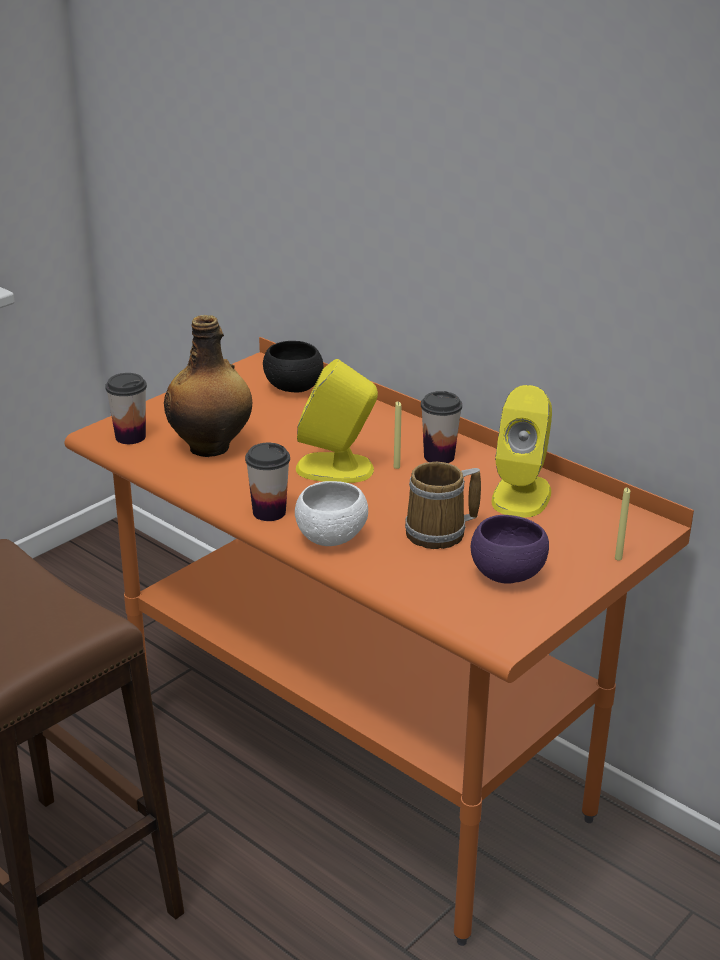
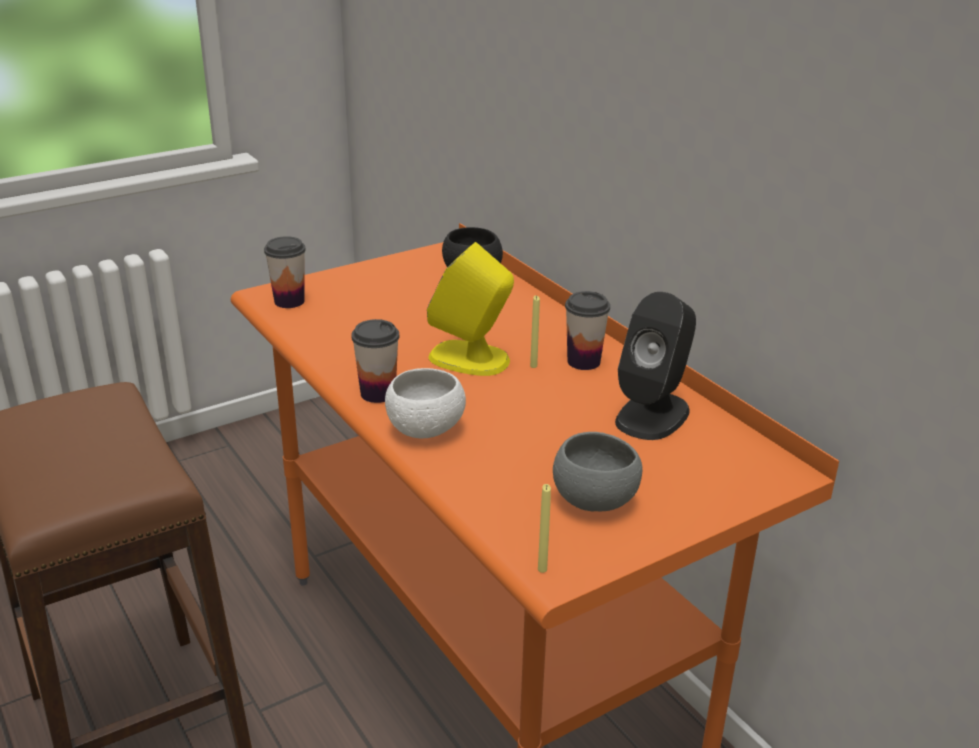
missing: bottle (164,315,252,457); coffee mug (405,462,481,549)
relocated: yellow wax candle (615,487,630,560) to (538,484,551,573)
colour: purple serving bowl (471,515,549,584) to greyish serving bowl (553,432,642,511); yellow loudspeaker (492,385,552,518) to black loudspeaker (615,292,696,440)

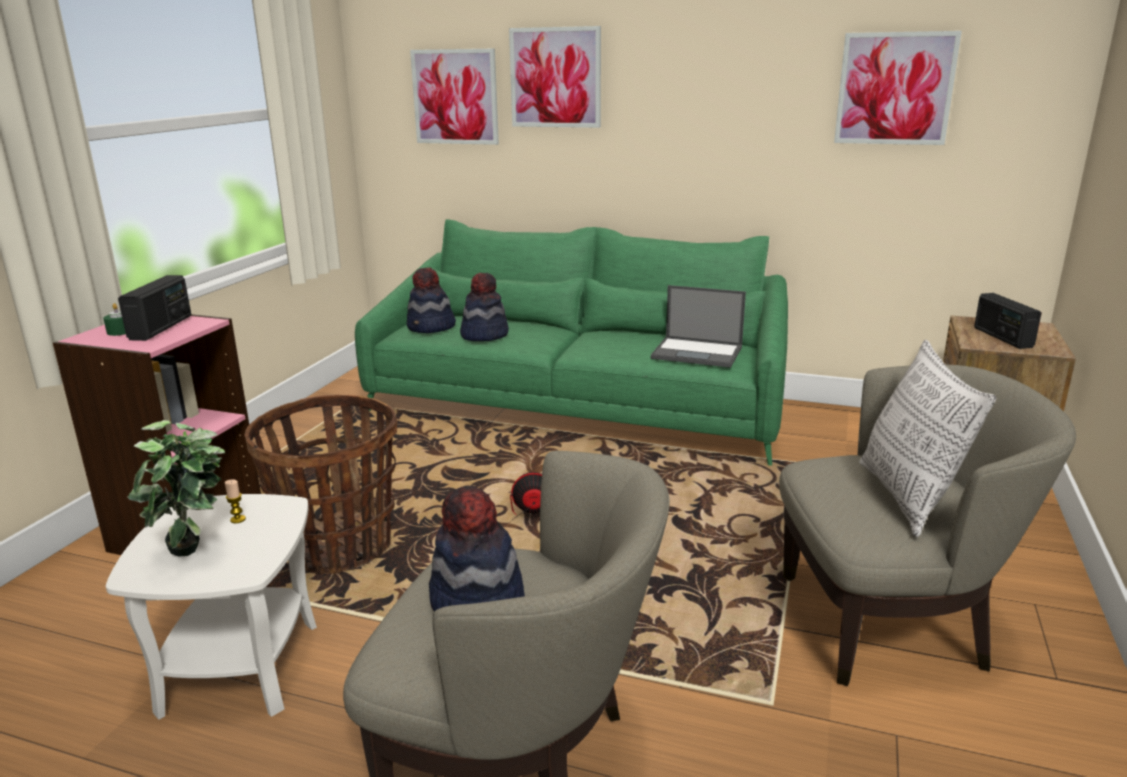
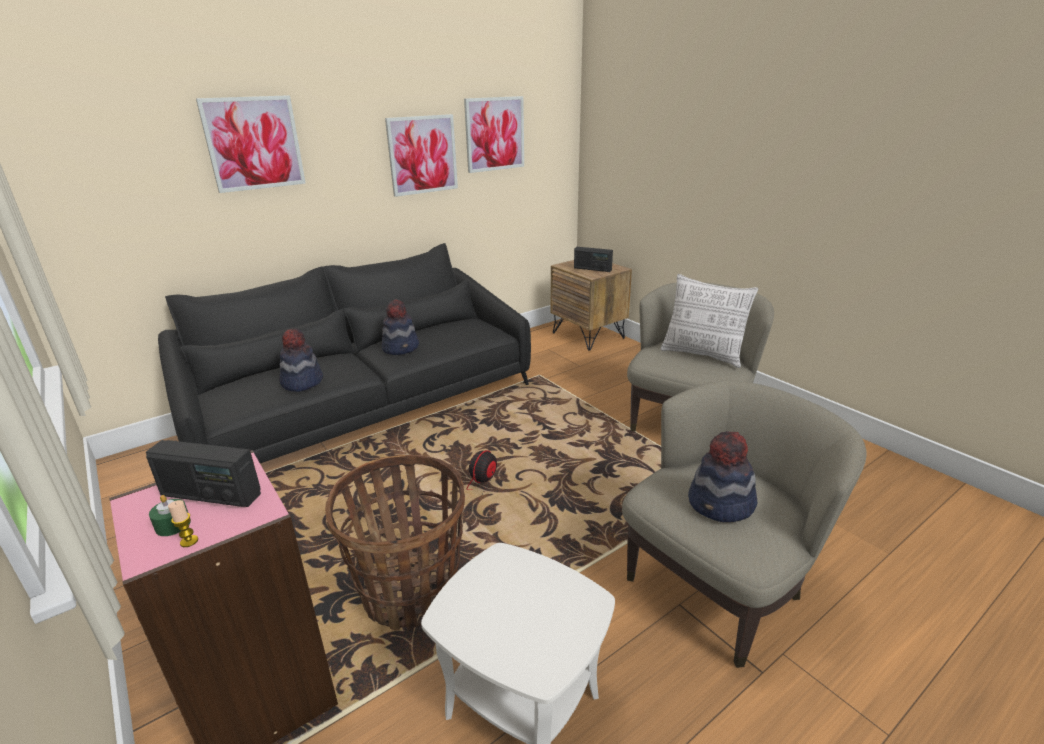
missing: plant in a pot (127,420,225,557); laptop (651,285,746,368)
relocated: wax candle (225,479,246,523) to (168,500,198,547); clothing hat (407,267,456,333) to (382,299,419,355); picture (410,49,499,145) to (385,114,458,197)
colour: greenish settee (355,219,788,466) to black settee (158,243,531,463)
spun: radio (118,275,191,341) = (146,440,261,507) 150 degrees clockwise

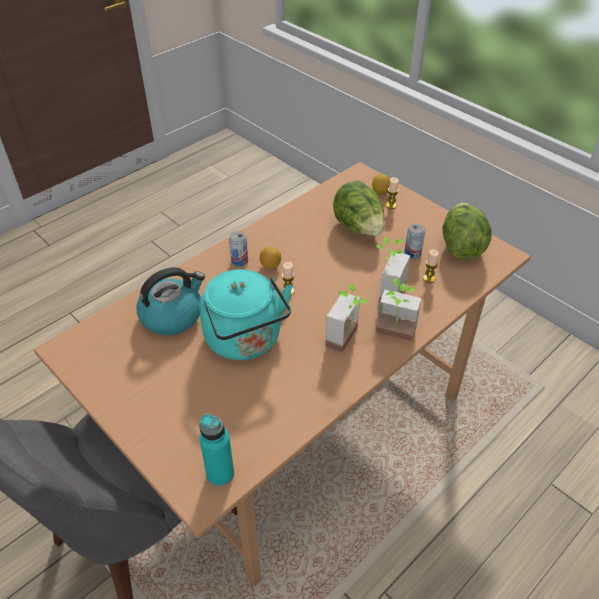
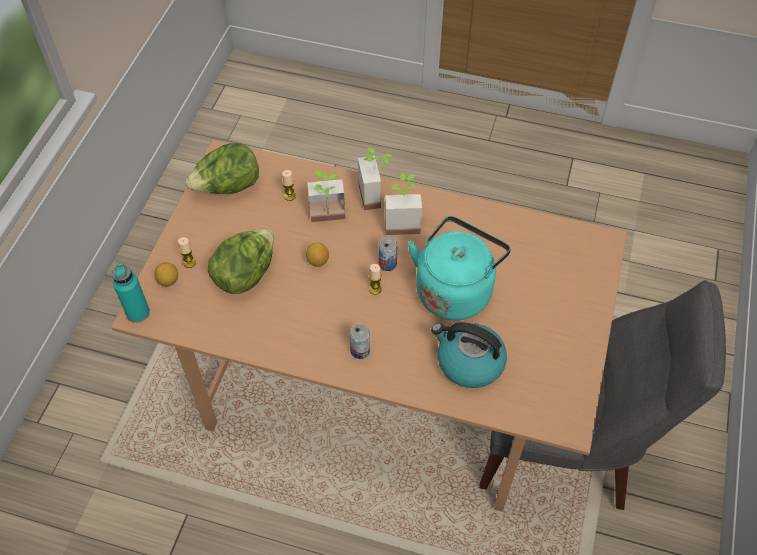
relocated: turquoise-coloured bottle (199,414,234,487) to (112,263,150,323); whole lemon (260,246,281,269) to (306,242,329,267); sealed can (404,224,425,259) to (378,236,397,271)

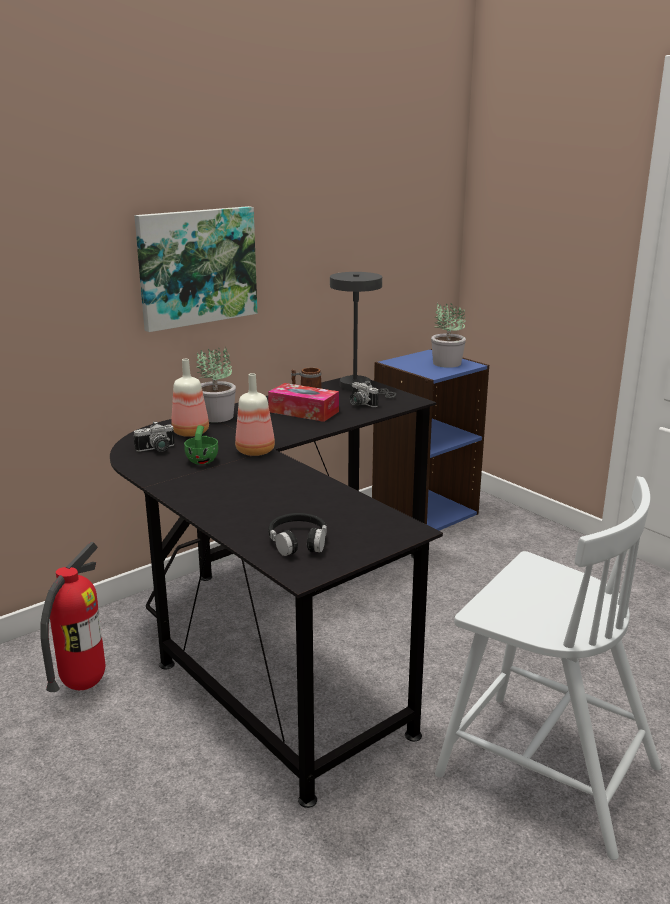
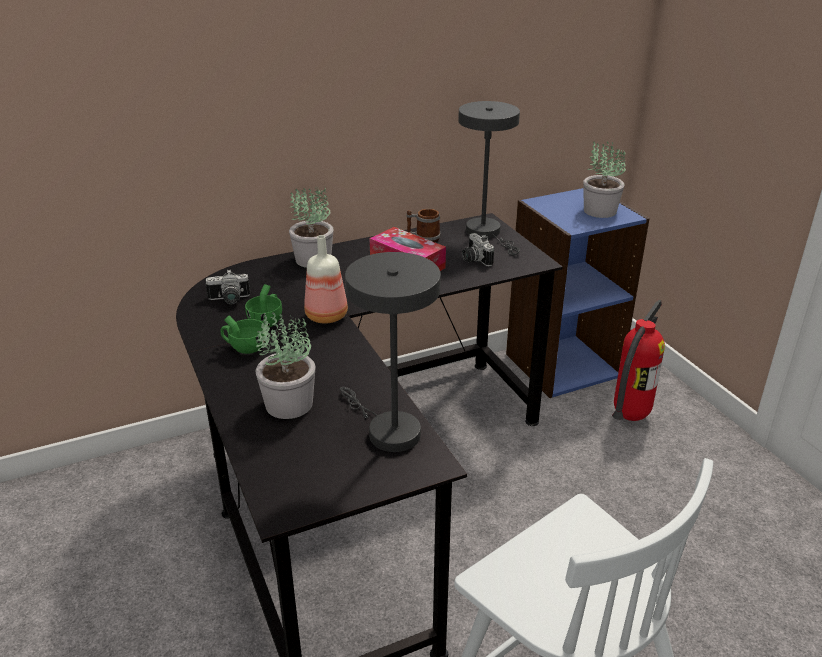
missing: picture (134,206,257,332); bottle (171,359,209,437); black headphones (268,513,327,556)
appeared: greenish small cup (221,315,265,354); plant in a pot (255,312,316,419); greyish table lamp (340,252,441,452)
relocated: extinguisher (40,542,105,692) to (612,300,665,421)

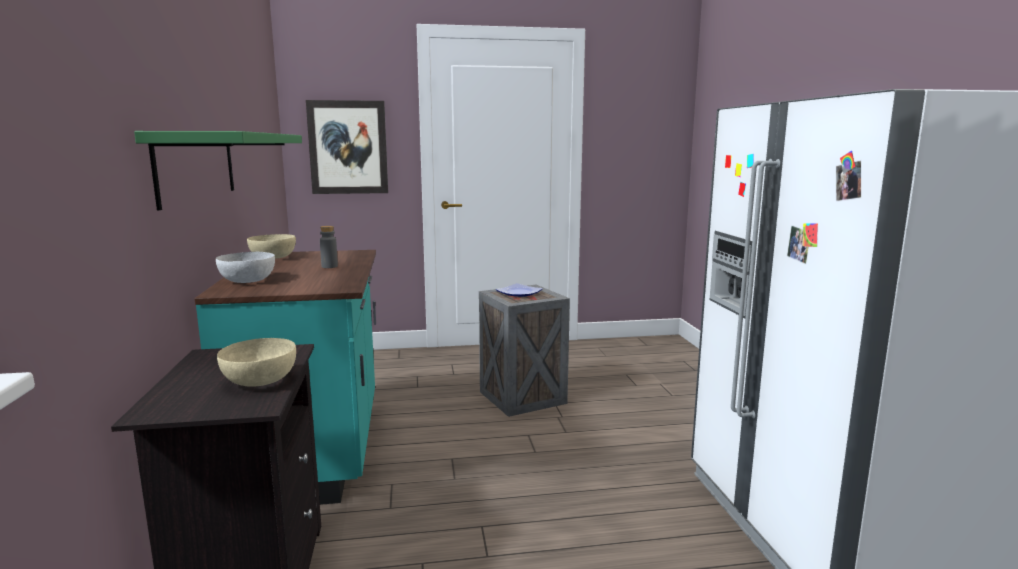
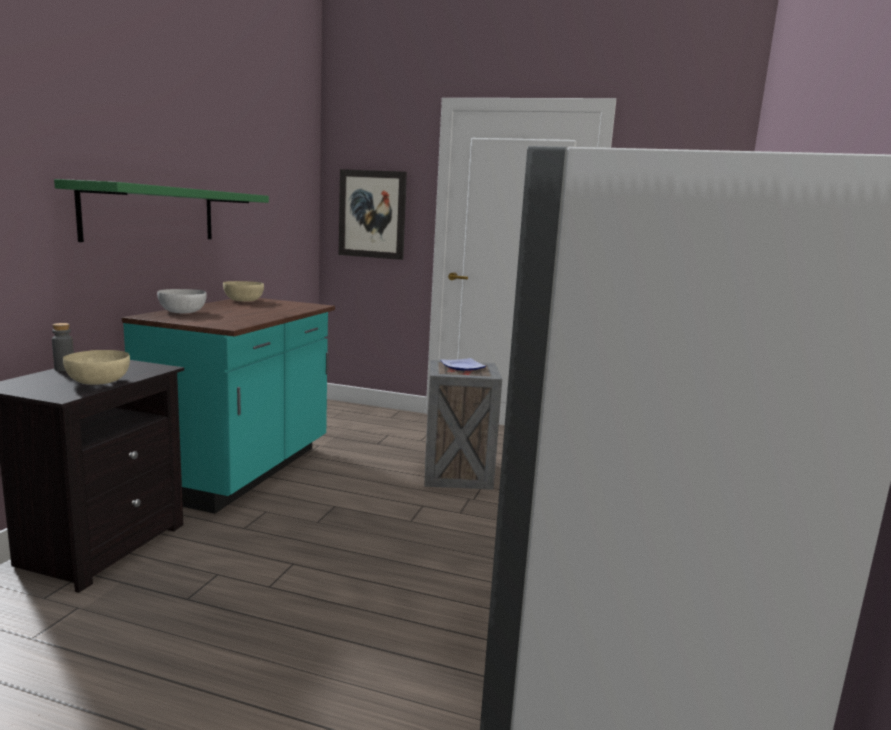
relocated: greyish bottle (320,226,338,268) to (52,323,74,371)

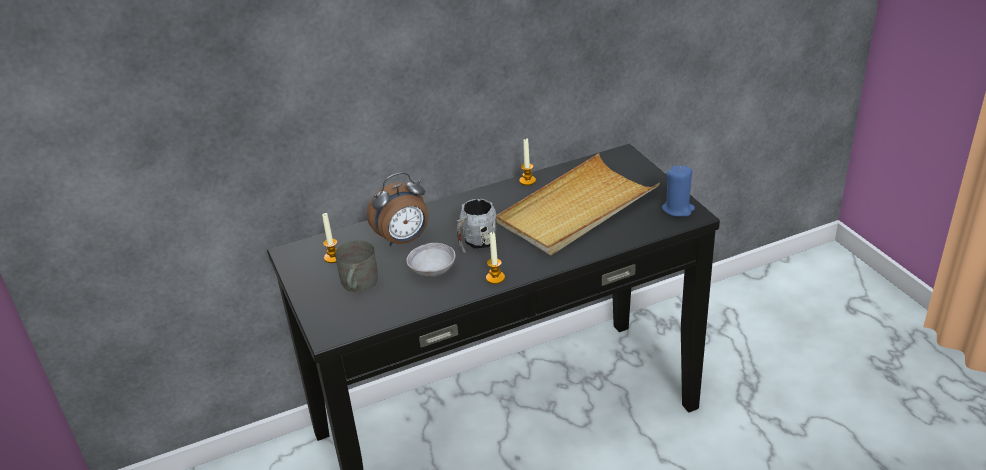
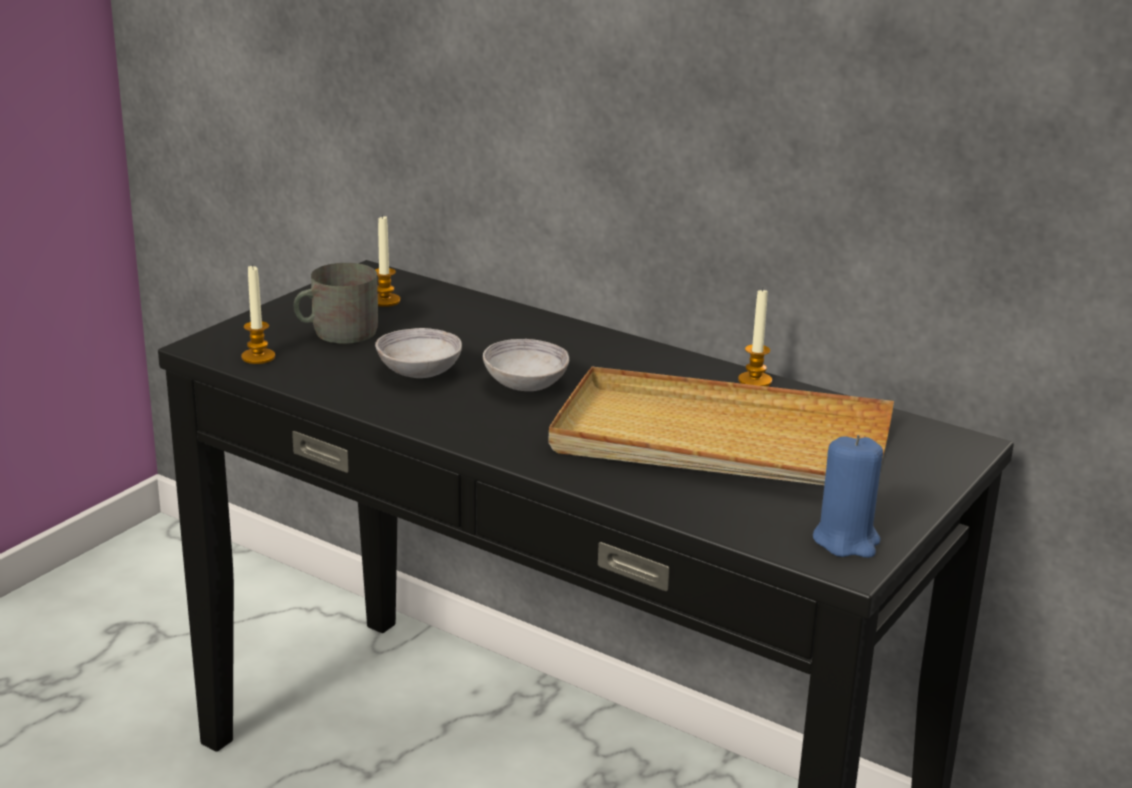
missing: bedside clock (367,172,428,247)
relocated: wax candle (486,232,505,284) to (241,264,275,364)
exchanged: greyish coffee mug (456,199,496,253) to greyish serving bowl (483,339,569,391)

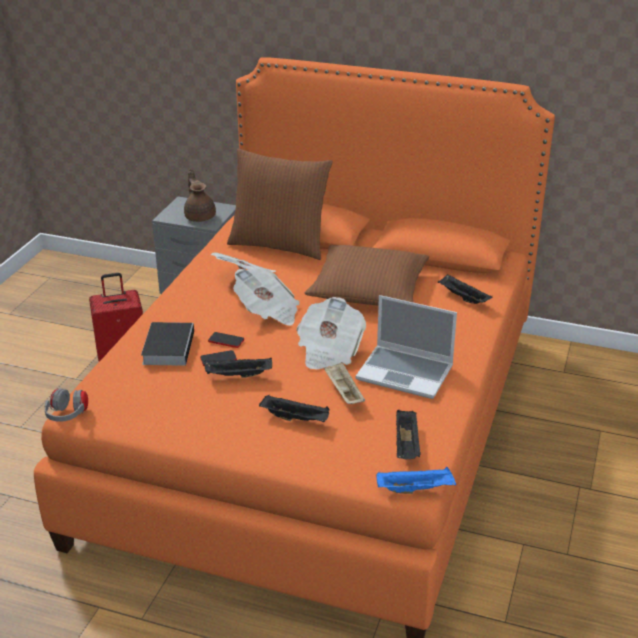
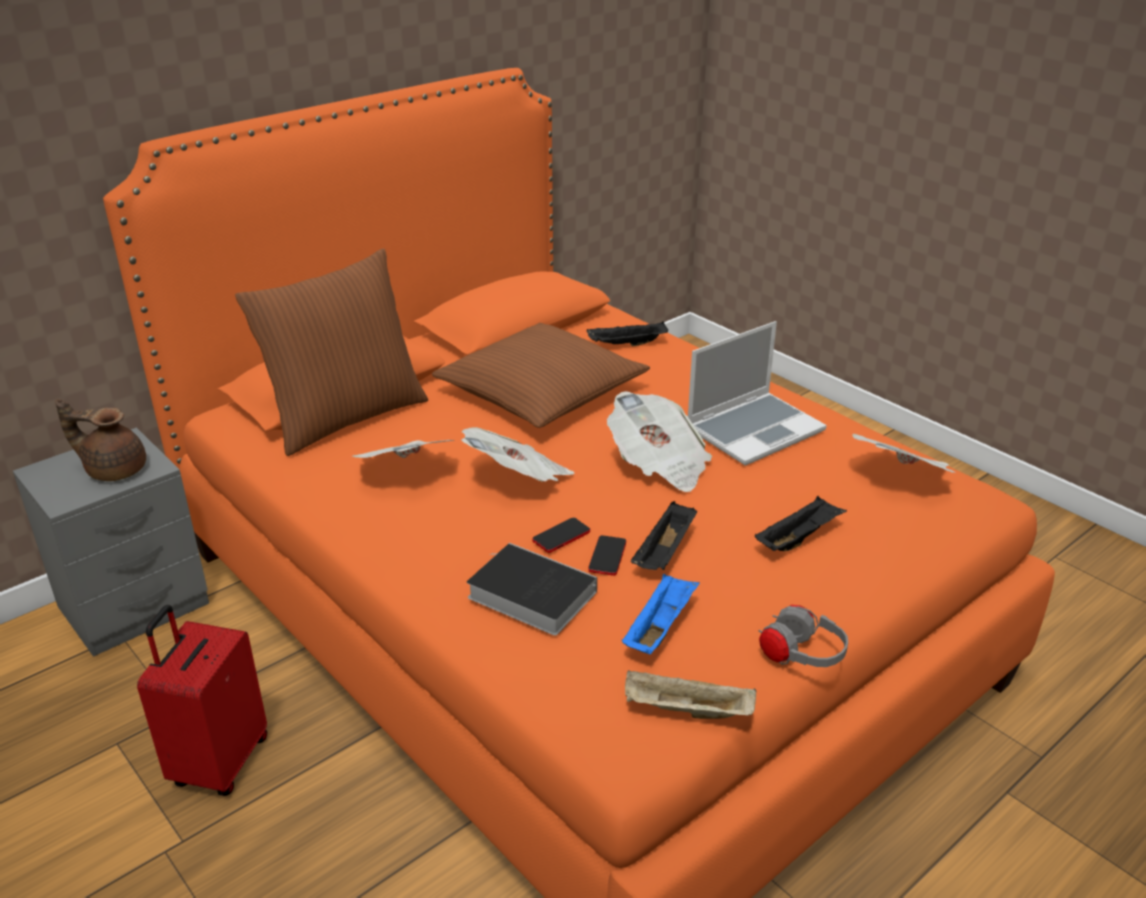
relocated: greyish headphones (45,388,88,422) to (759,605,848,667); sand-coloured carrying tray (324,362,365,404) to (625,670,756,719); blue carrying tray (376,467,456,494) to (622,574,700,654)
exchanged: black carrying tray (396,409,421,459) to newspaper (852,434,957,475)

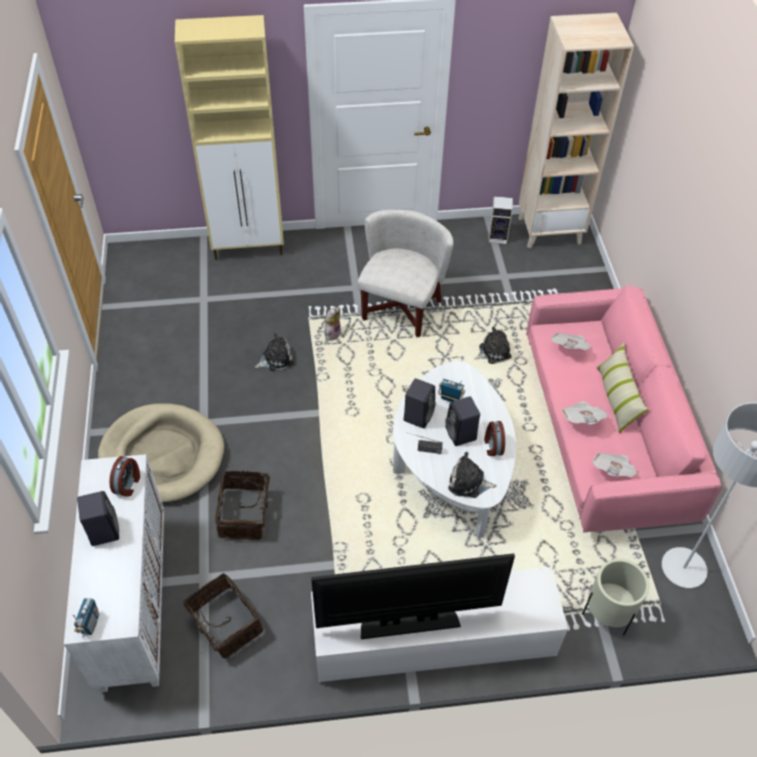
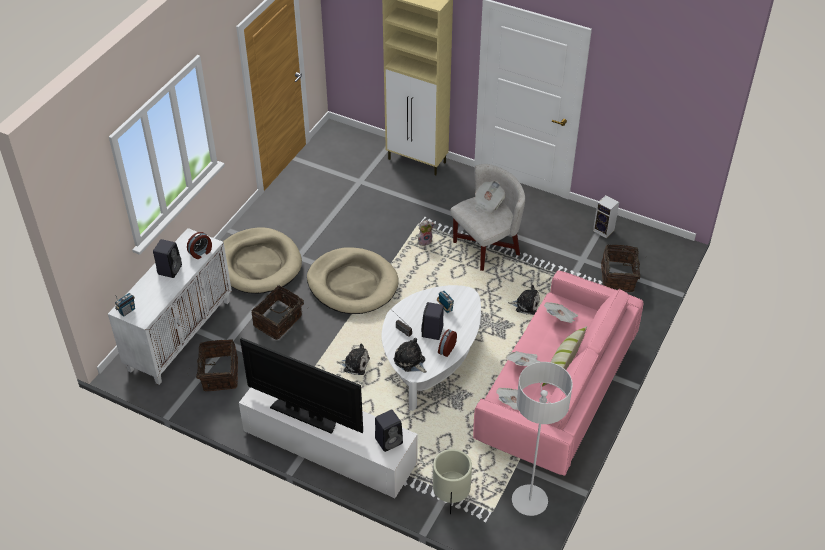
missing: sand-coloured bookshelf (518,13,634,248)
appeared: sand-coloured pet bed (307,247,399,314); newspaper (474,181,505,214); storage basket (601,244,640,292)
relocated: cuddly toy (255,333,294,371) to (336,344,370,375); black loudspeaker (404,378,436,428) to (375,409,403,452)

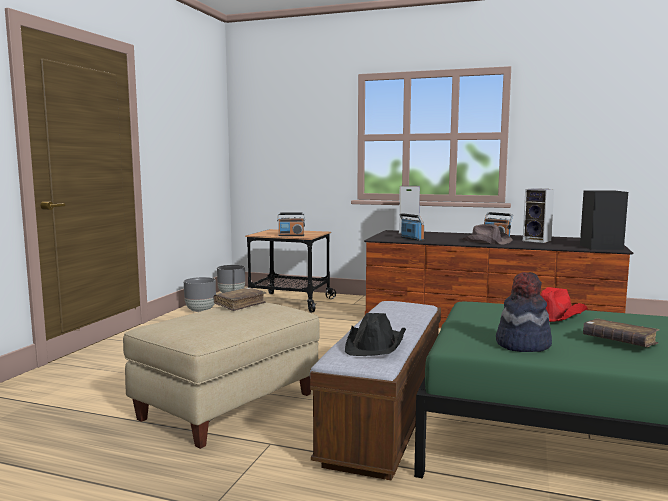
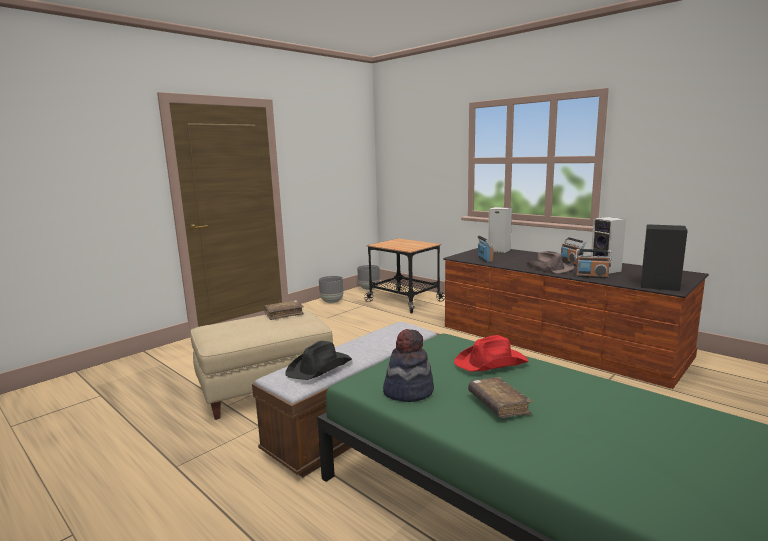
relocated: radio (277,212,305,236) to (576,249,612,279)

